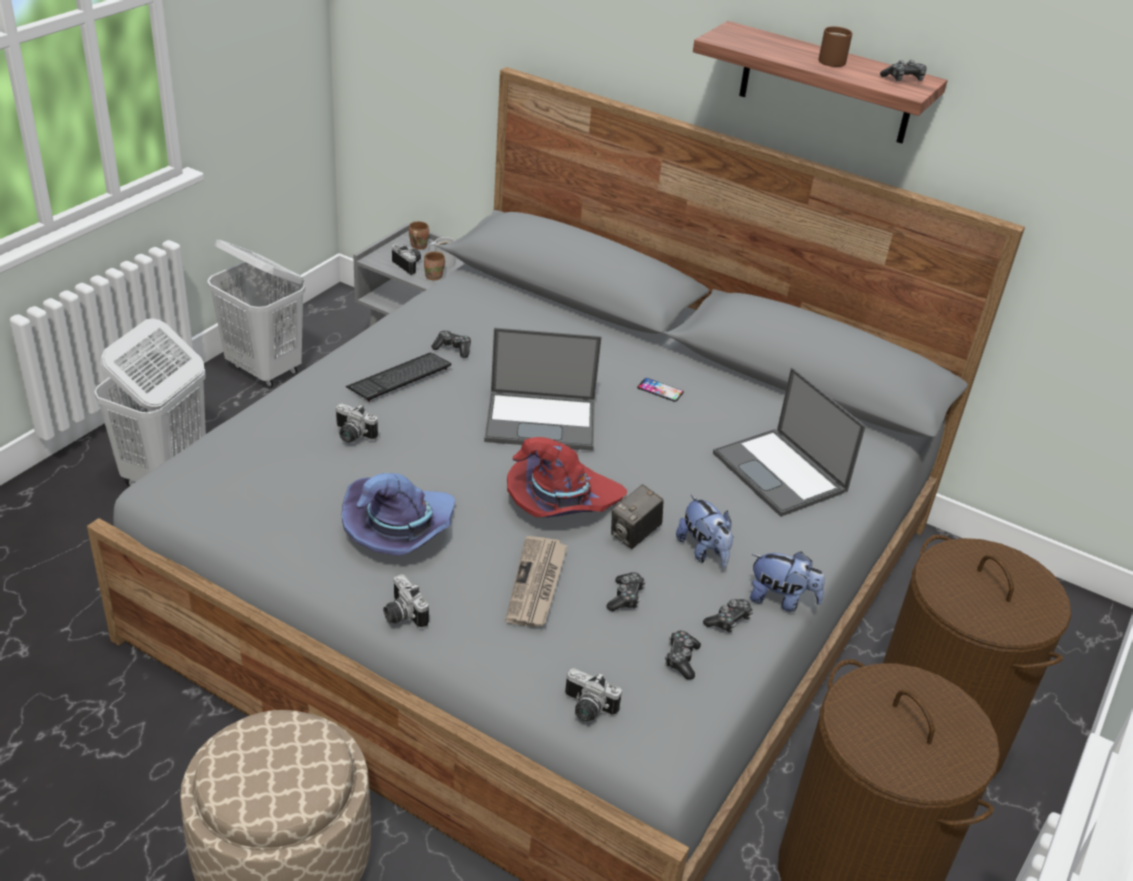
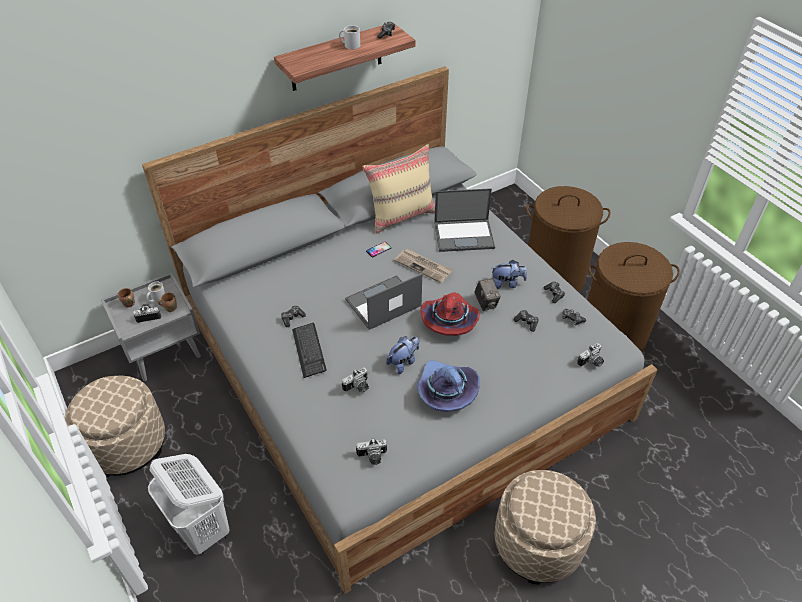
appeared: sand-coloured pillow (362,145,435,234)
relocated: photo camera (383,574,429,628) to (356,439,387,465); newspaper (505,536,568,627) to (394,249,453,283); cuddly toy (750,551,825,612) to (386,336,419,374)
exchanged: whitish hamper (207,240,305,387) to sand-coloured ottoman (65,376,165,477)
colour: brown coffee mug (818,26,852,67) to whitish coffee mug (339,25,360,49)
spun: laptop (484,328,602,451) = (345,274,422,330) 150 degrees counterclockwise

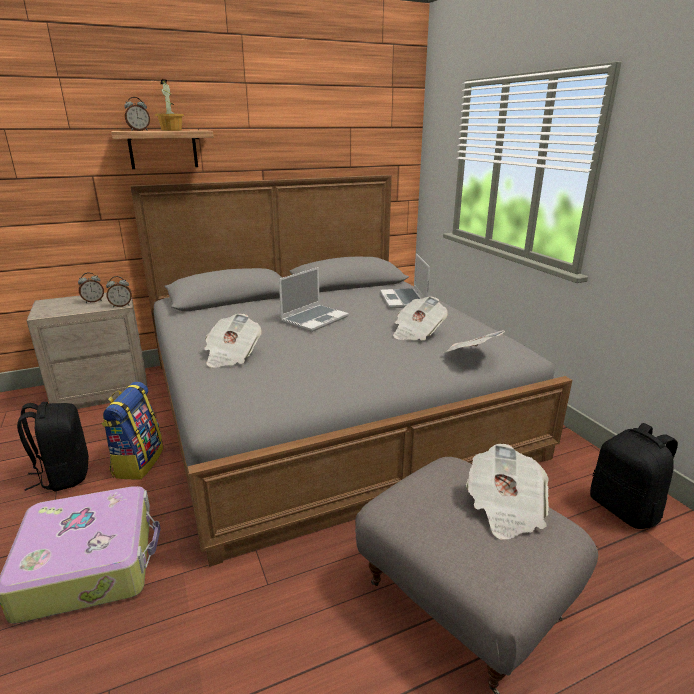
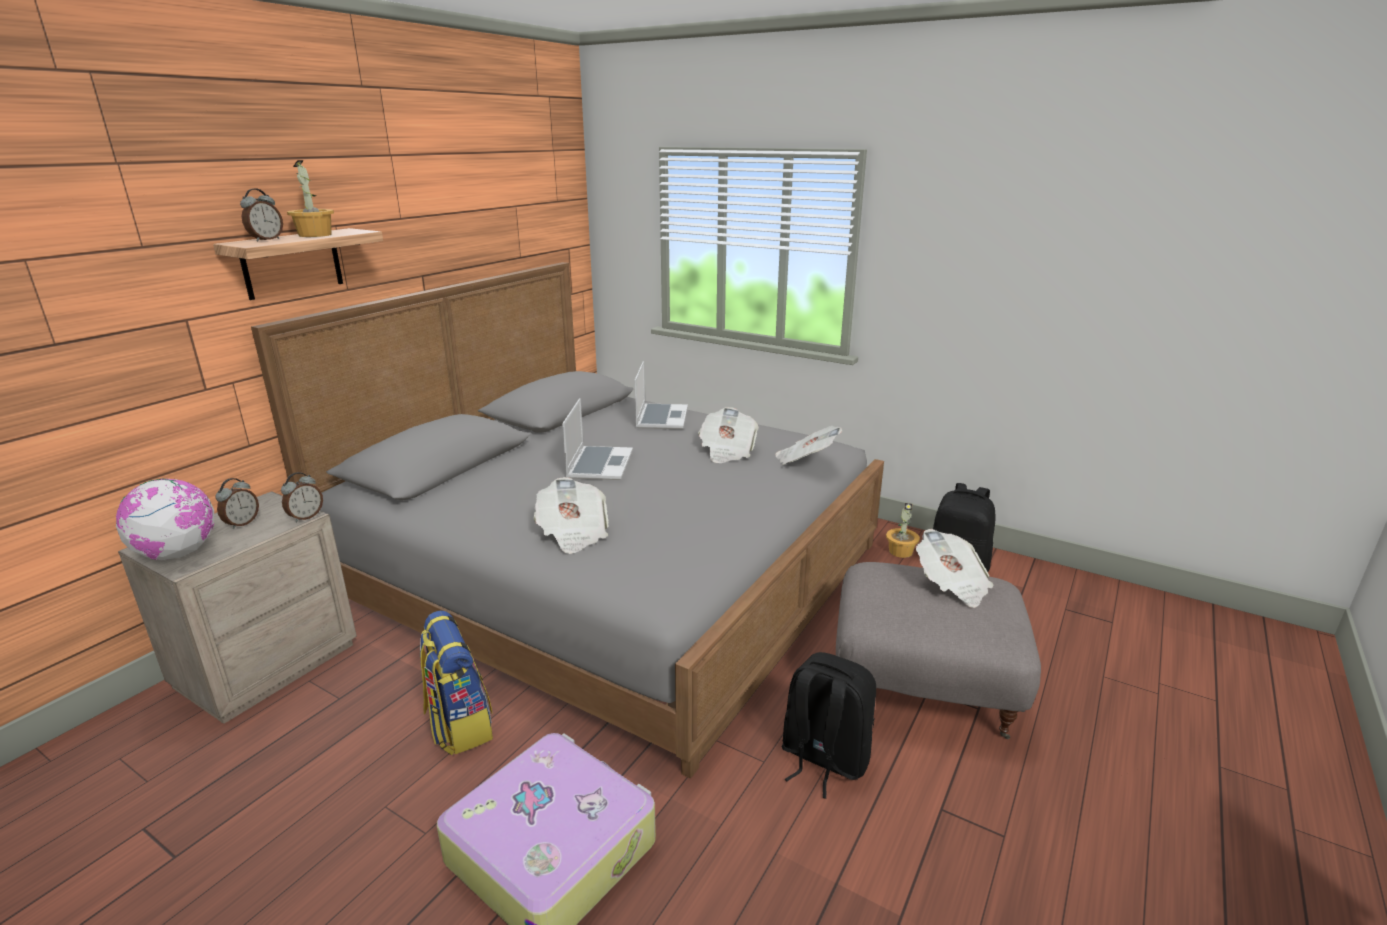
appeared: world globe (116,478,214,560); plant in a pot (886,503,920,558)
relocated: black knapsack (17,402,89,492) to (782,652,876,799)
spun: laptop (380,254,430,308) = (634,361,688,429) 135 degrees counterclockwise

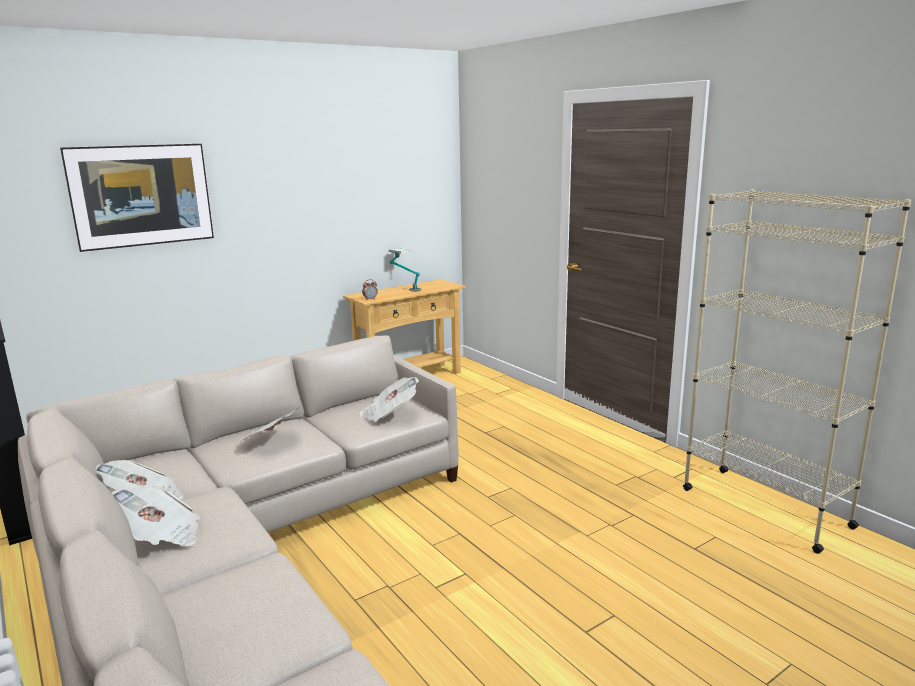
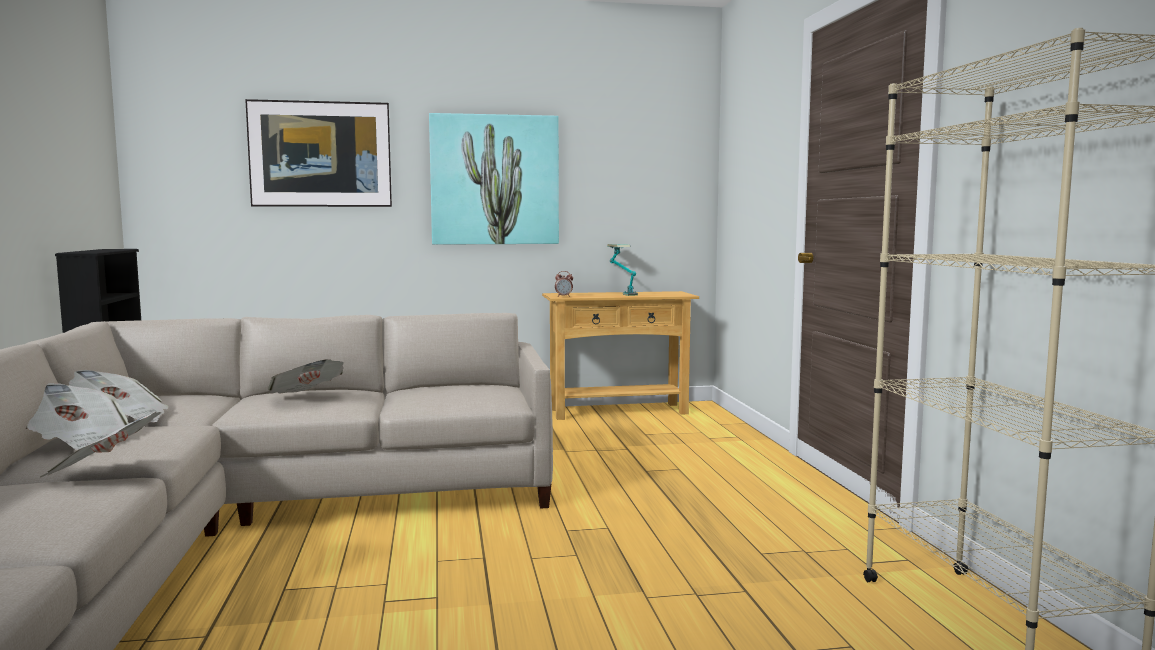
appeared: picture (429,113,559,245)
relocated: newspaper (359,377,419,422) to (40,412,161,477)

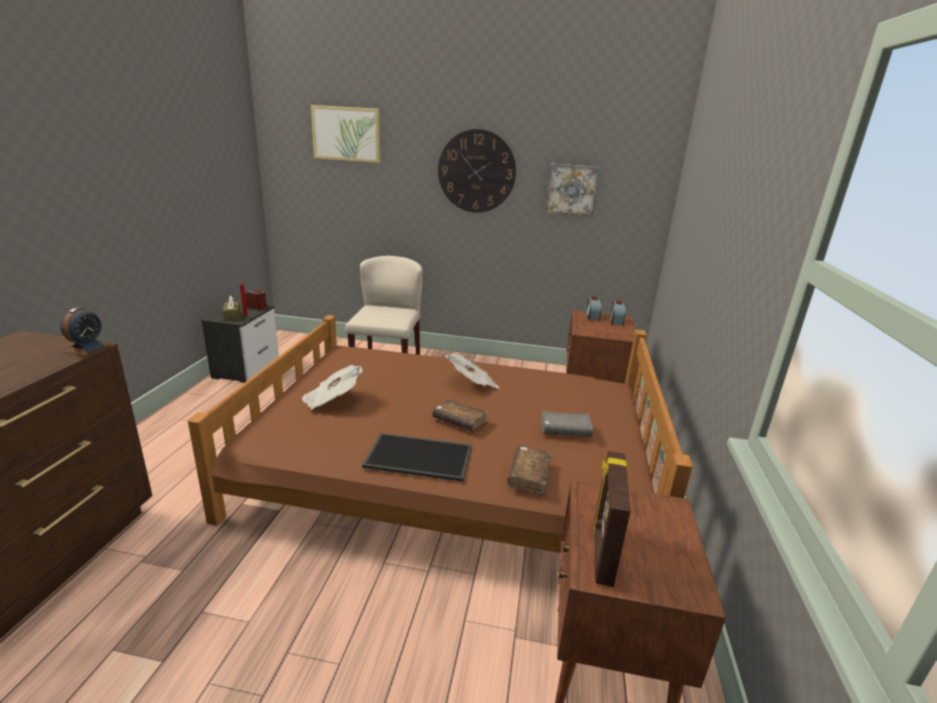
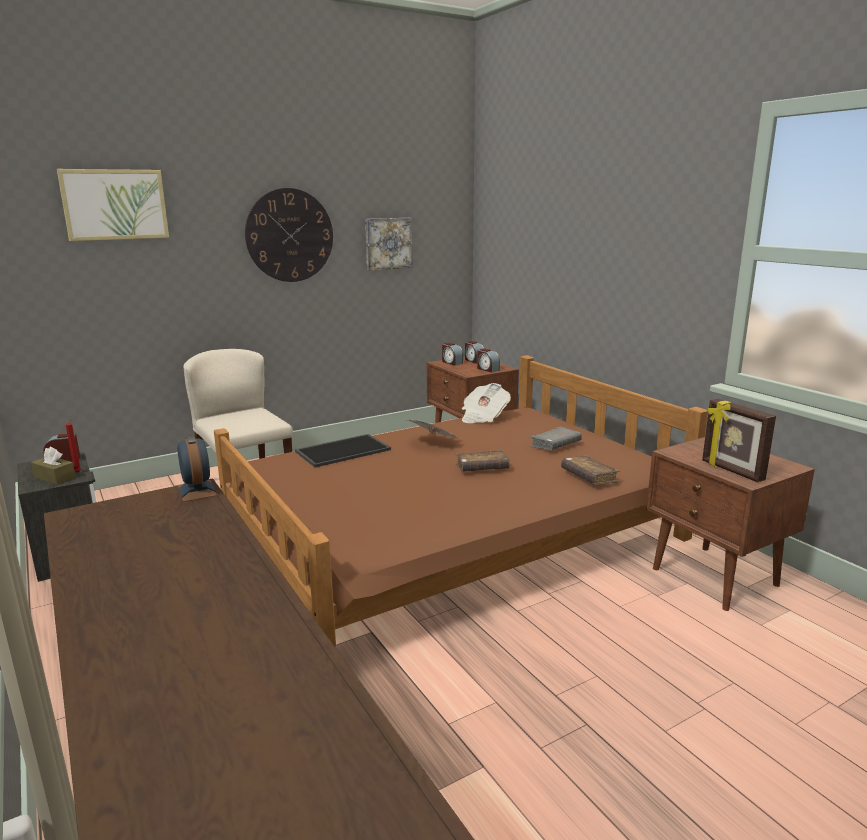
appeared: bedside clock (477,348,500,372)
relocated: newspaper (302,365,363,410) to (462,383,511,423); carrying tray (362,433,472,482) to (295,434,391,467)

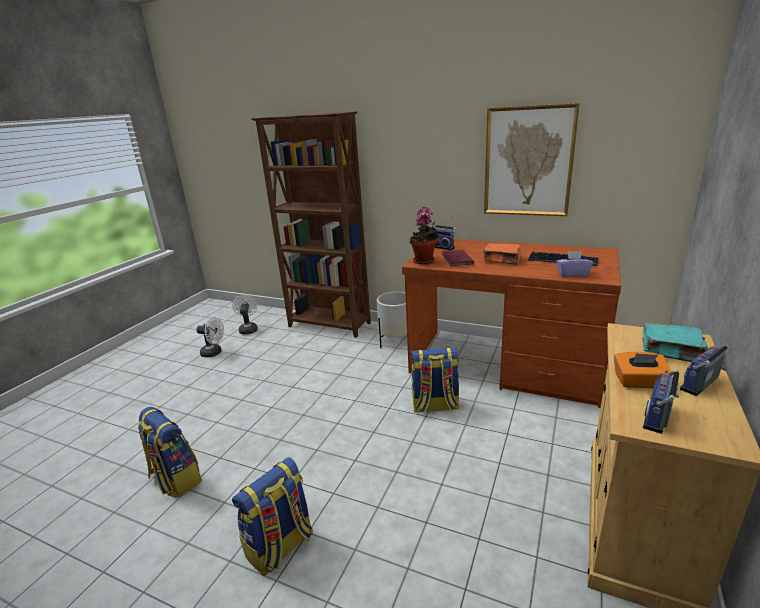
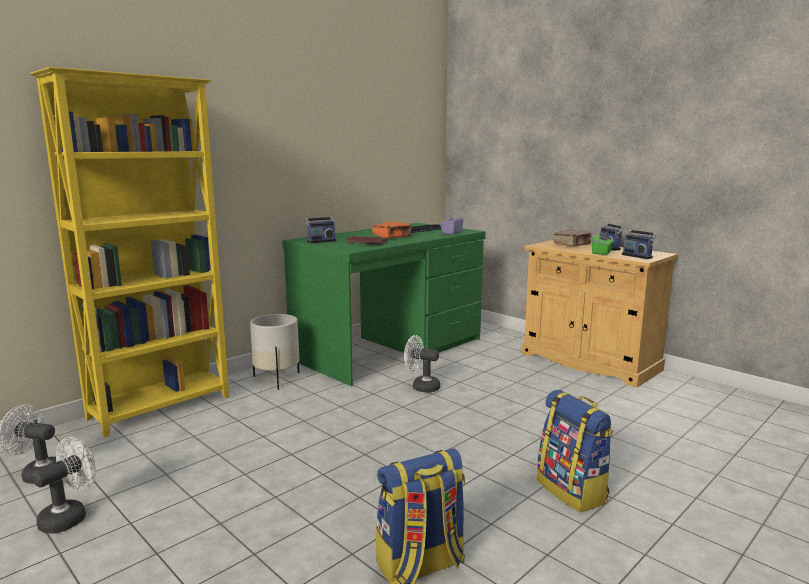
missing: plant in a pot (409,207,440,264); picture (484,103,580,216)
exchanged: knapsack (410,347,460,413) to whitish fan (404,335,440,393)
colour: brown bookshelf (251,111,371,338) to yellow bookshelf (30,67,229,437); brown desk (402,239,621,408) to greenish desk (282,223,486,386); orange box of tissues (614,352,671,388) to greenish box of tissues (591,231,614,255); turquoise-coloured bound book (642,323,708,362) to brown bound book (553,229,591,247)

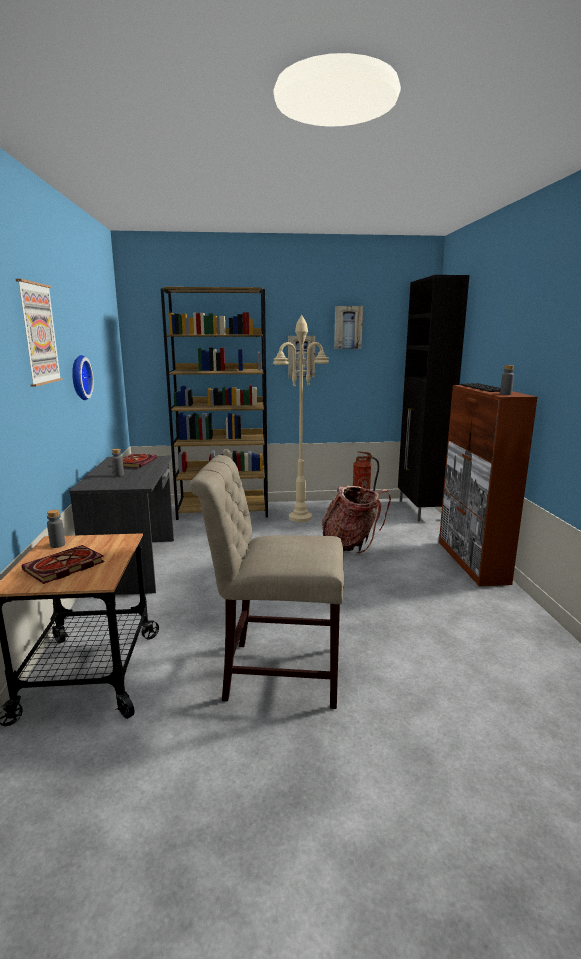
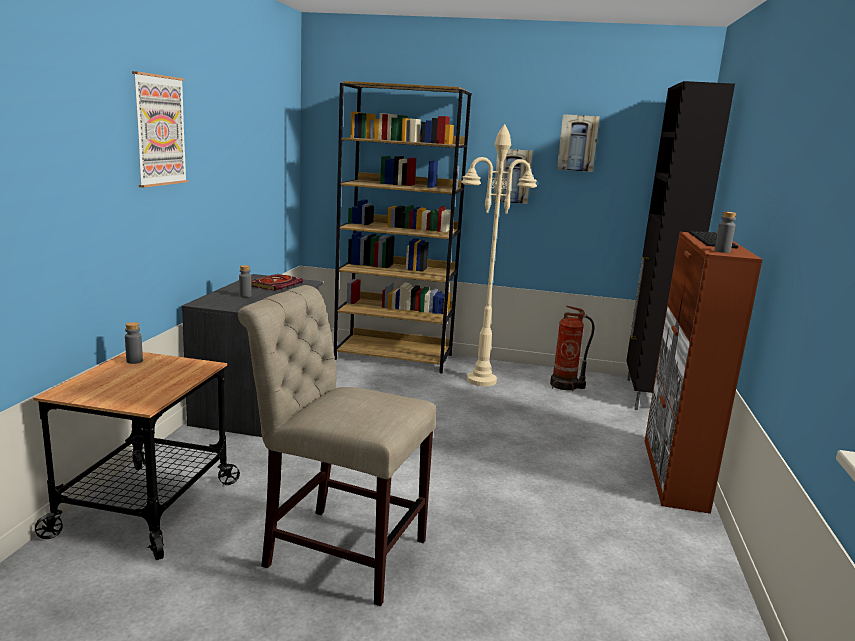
missing: bound book (22,545,105,584); wall clock (72,355,94,400); knapsack (322,485,391,554)

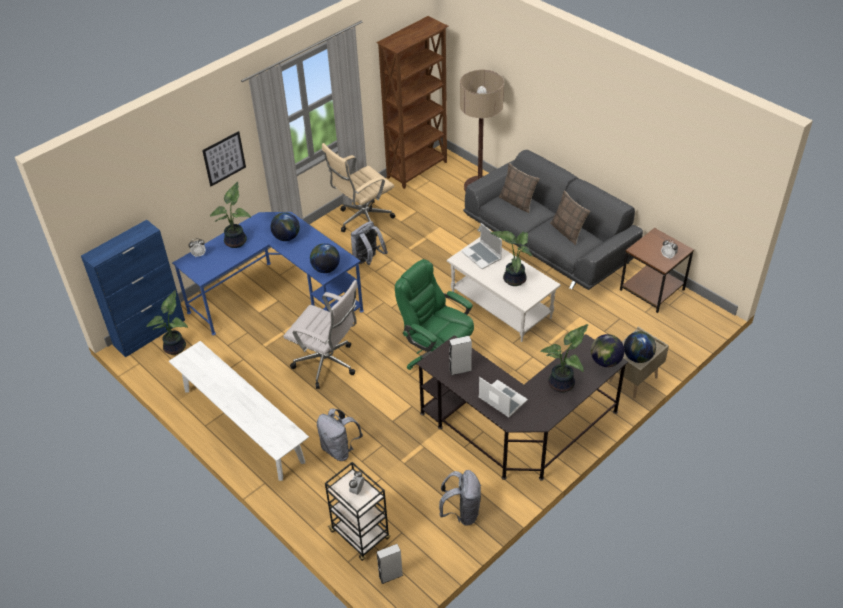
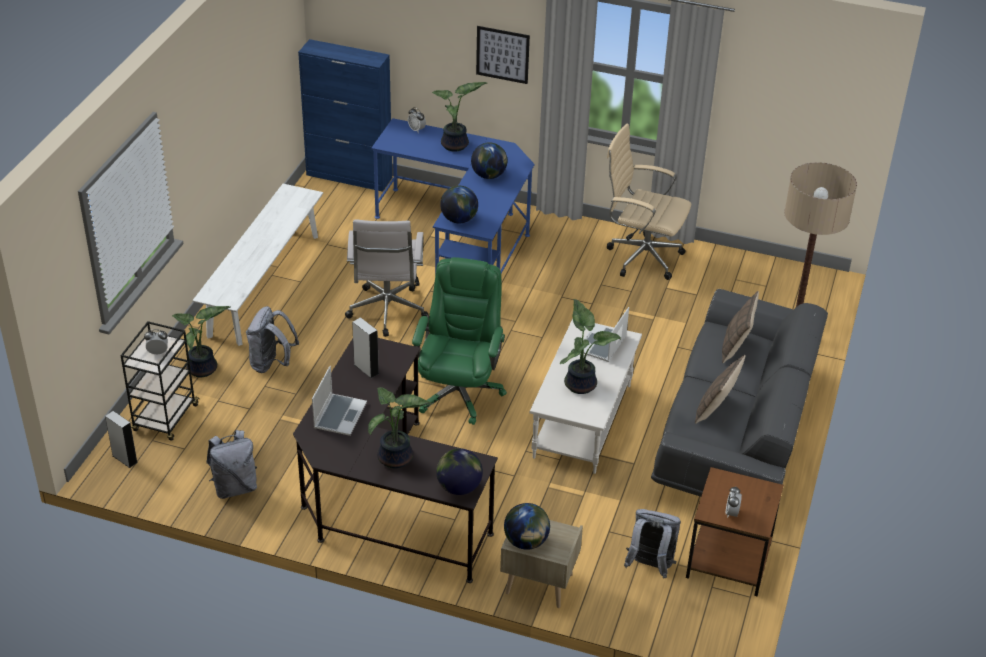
missing: brown bookshelf (376,16,449,189)
relocated: plant in a pot (147,290,188,355) to (172,306,230,377); greyish knapsack (351,221,388,265) to (624,509,681,579)

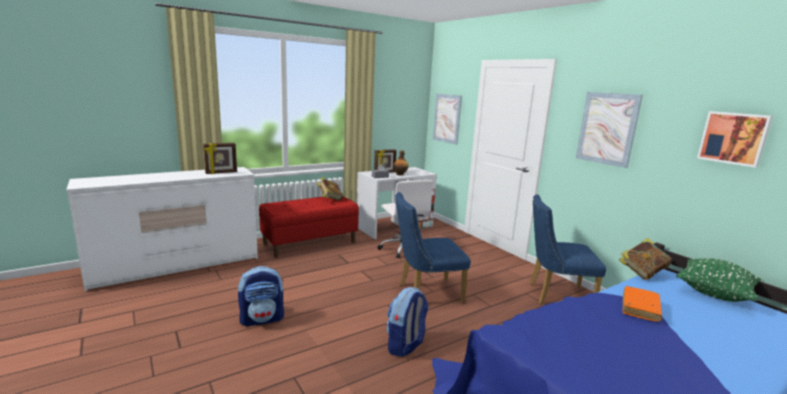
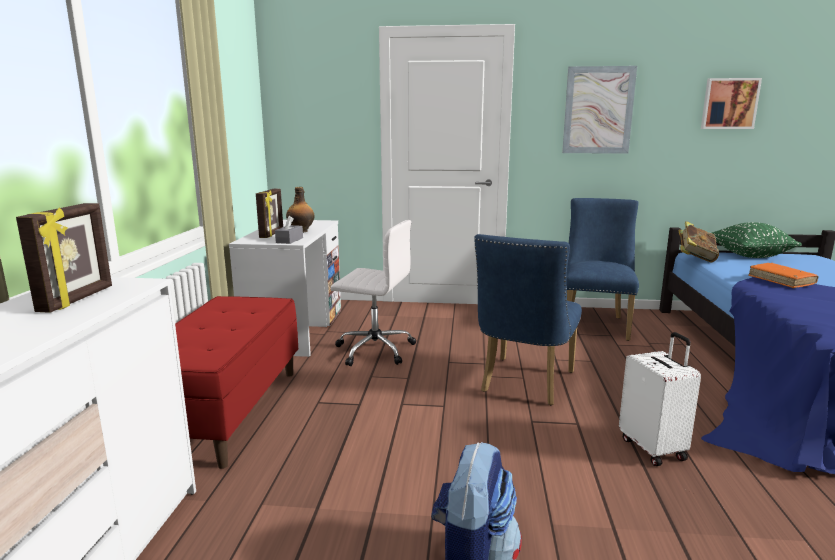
missing: bound book (317,177,343,201); picture (433,94,462,145)
exchanged: knapsack (386,287,429,357) to whitish piece of luggage (619,332,701,466)
spun: blue upright chair (530,194,606,304) = (567,198,639,341) 150 degrees clockwise

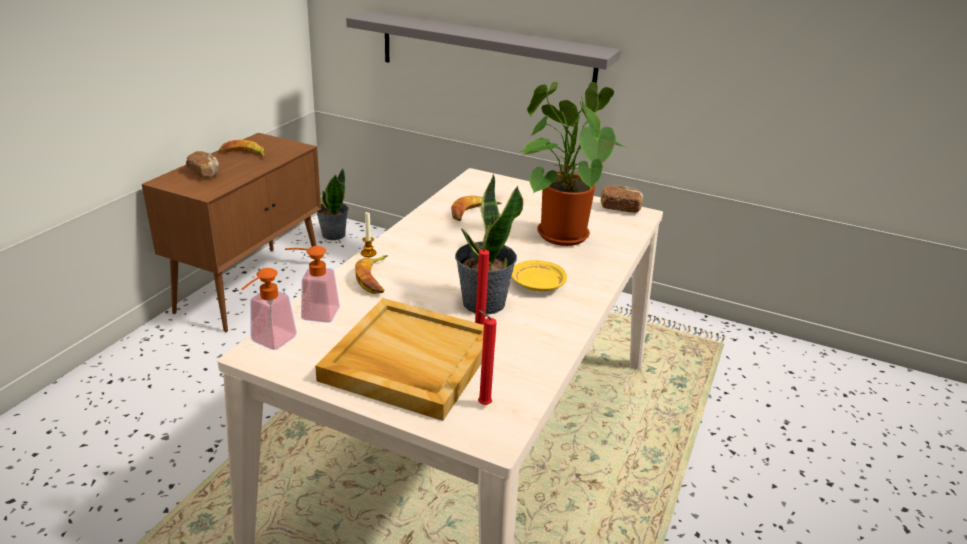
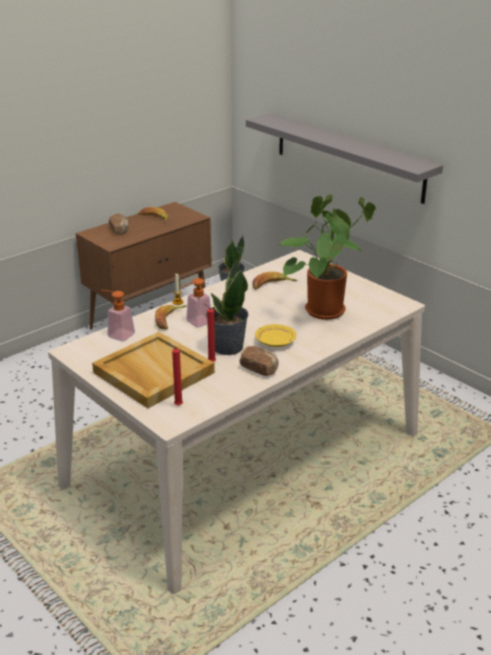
relocated: soap bottle (241,268,297,350) to (181,278,211,328); baked bread (601,185,643,213) to (240,346,279,376)

